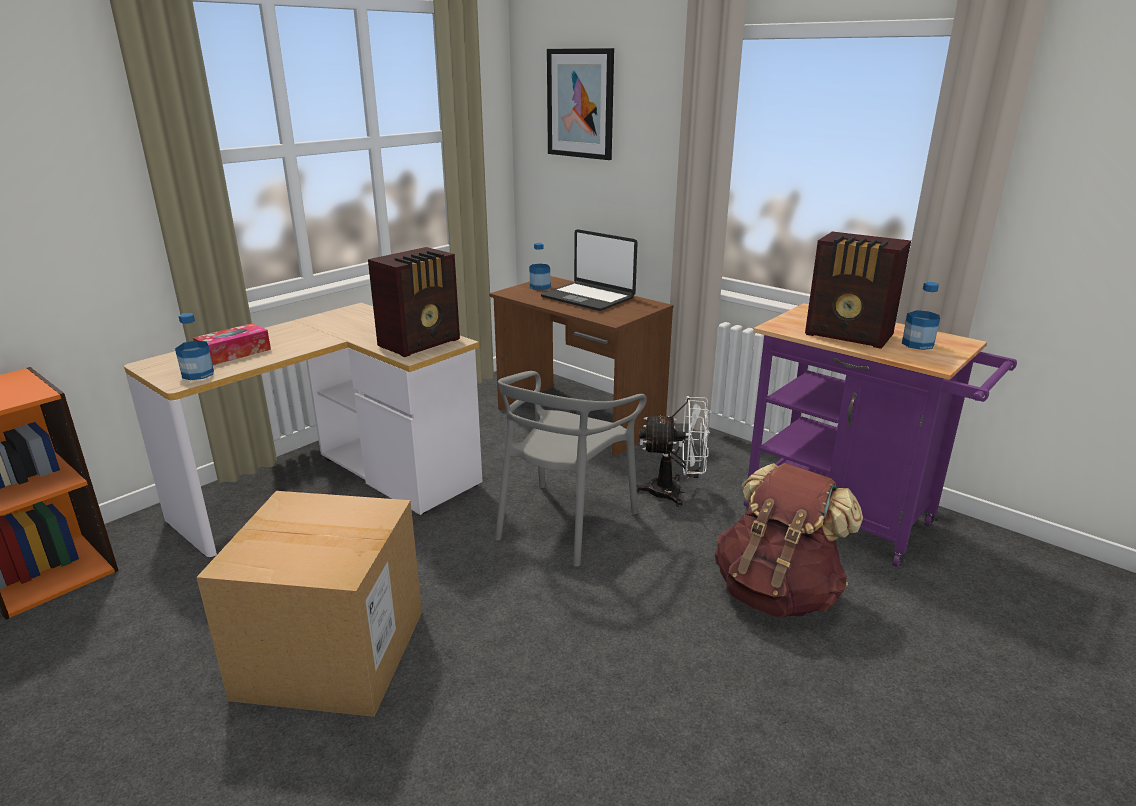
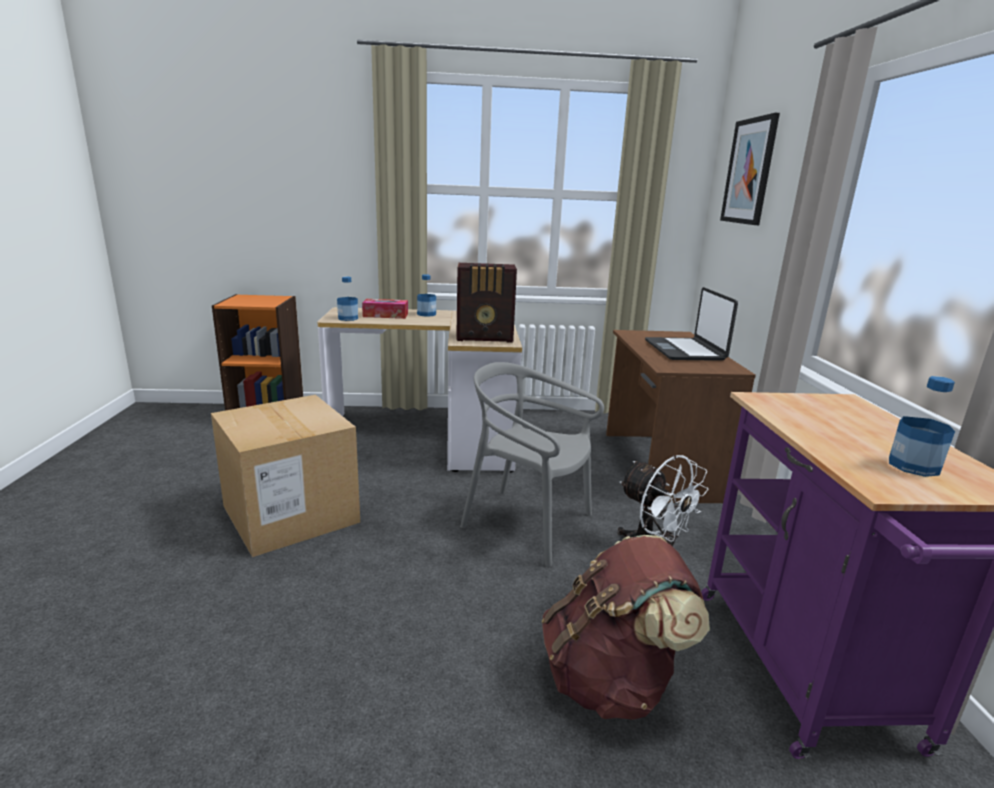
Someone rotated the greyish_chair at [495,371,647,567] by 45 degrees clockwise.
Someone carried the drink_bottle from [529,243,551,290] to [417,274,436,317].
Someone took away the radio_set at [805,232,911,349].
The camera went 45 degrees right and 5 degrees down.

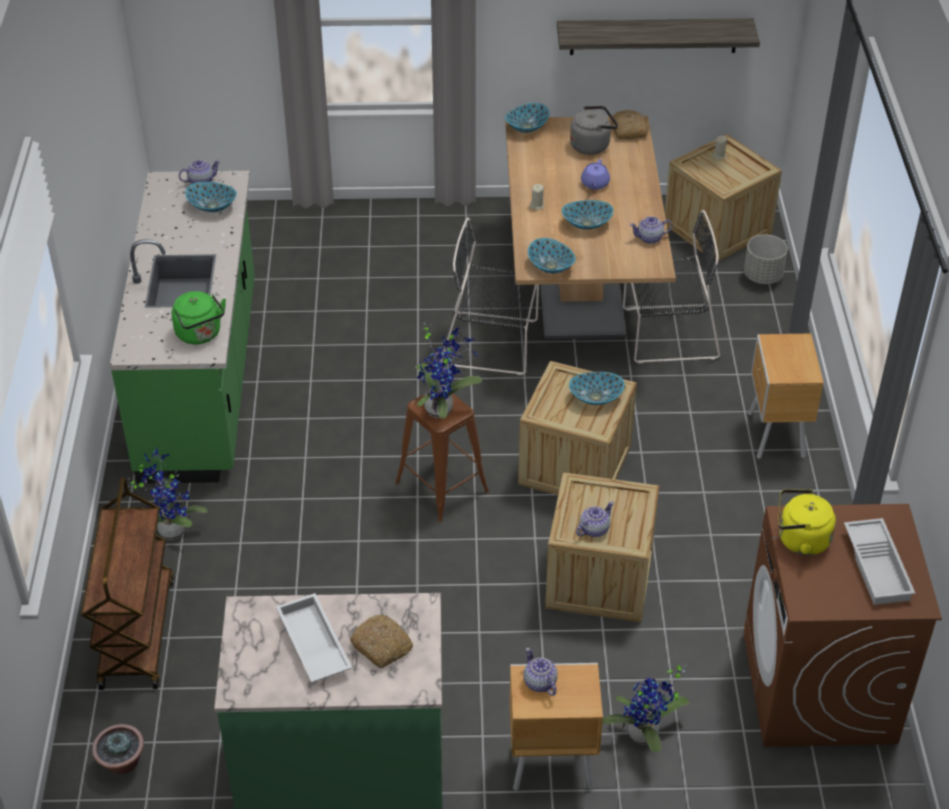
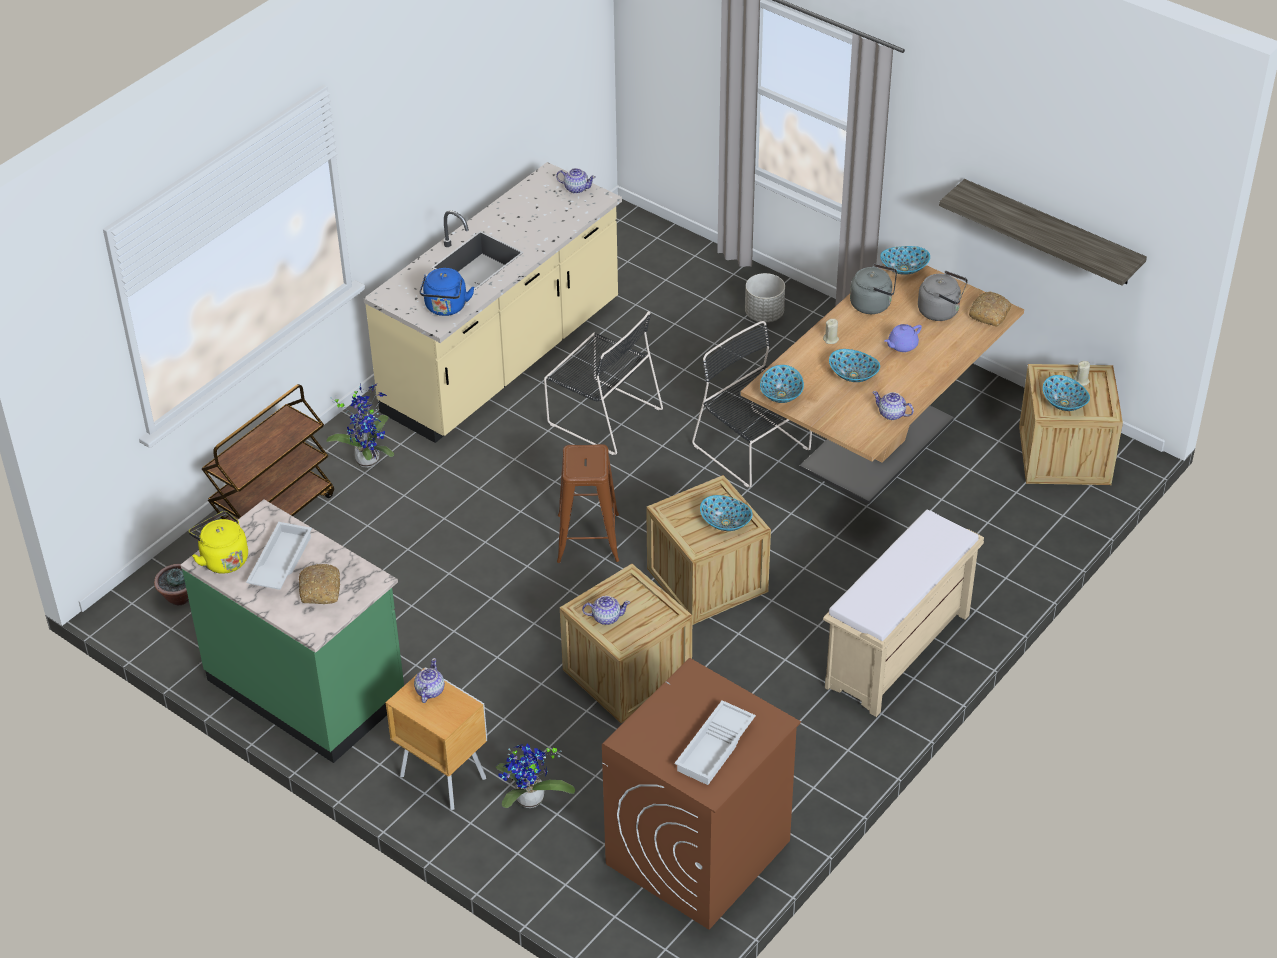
Someone repainted the greenish_counter at [110,171,255,484], which became the sand-coloured_counter at [364,162,622,443].
Someone repainted the greenish_kettle at [172,291,226,344], which became the blue_kettle at [420,268,475,316].
Someone carried the serving_bowl from [185,182,237,212] to [1043,375,1090,411].
Someone took away the plant_in_a_pot at [415,323,482,418].
Someone carried the blackish_chair from [623,210,720,363] to [544,311,663,455].
Someone carried the greyish_flower_pot from [744,234,788,284] to [745,273,785,322].
Someone swapped the brown-coloured_night_table at [748,334,824,459] for the sand-coloured_indoor_bench at [823,509,984,717].
Someone carried the yellowish_kettle from [778,489,836,556] to [189,511,248,574].
Someone put down the greyish_kettle at [850,264,897,314].
The camera went 40 degrees right and 0 degrees up.

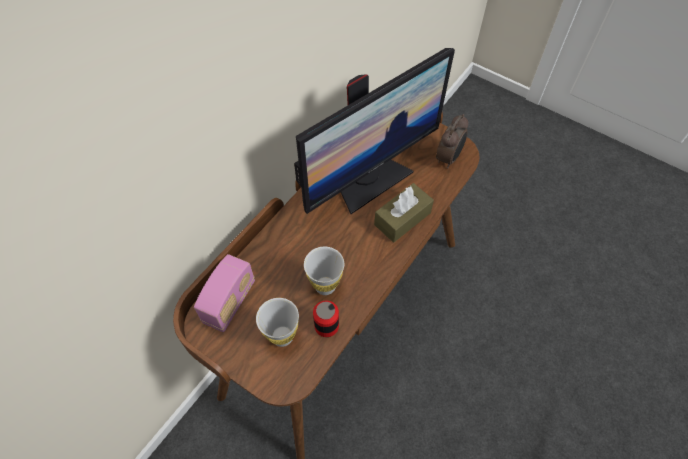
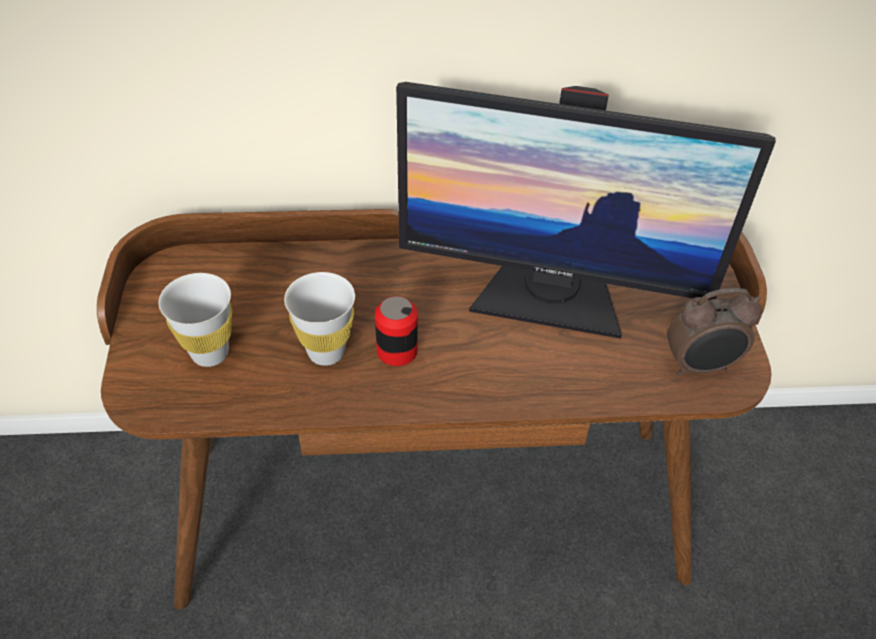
Someone took away the radio_set at [194,254,255,332].
Someone carried the metal_can from [313,301,339,337] to [375,296,418,366].
Someone took away the brown-coloured_box_of_tissues at [374,183,434,242].
The camera went 50 degrees right and 10 degrees down.

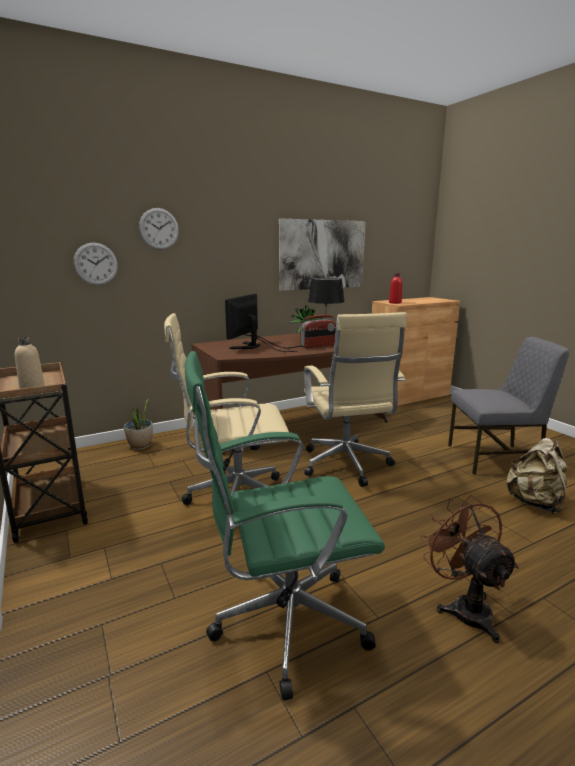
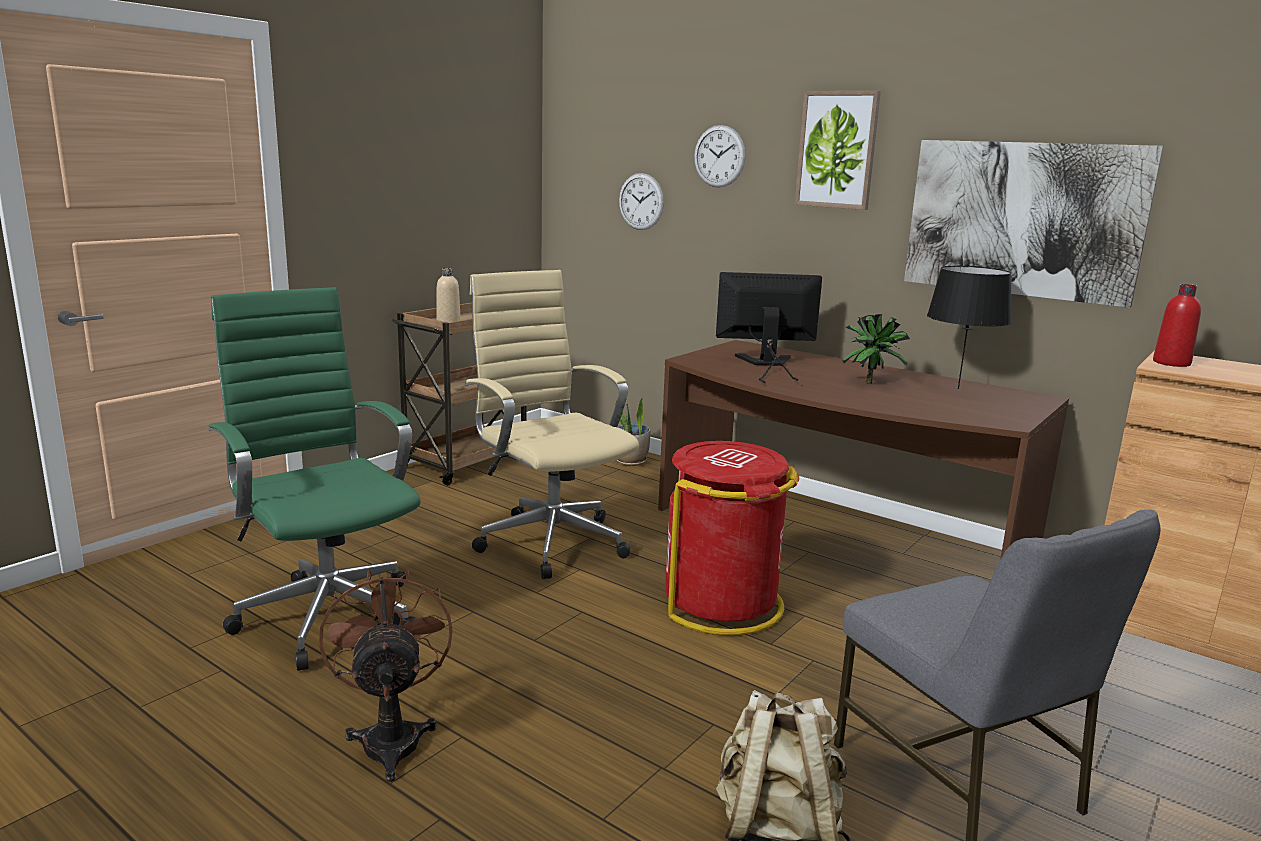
Someone took away the radio_set at [300,315,336,348].
Someone swapped the sand-coloured_desk_chair at [304,312,407,487] for the red-coloured_waste_bin at [665,441,799,636].
Someone rotated the brown-coloured_electric_fan at [420,495,519,643] by 60 degrees counterclockwise.
Someone put up the picture at [795,91,881,210].
The camera went 65 degrees right and 0 degrees up.

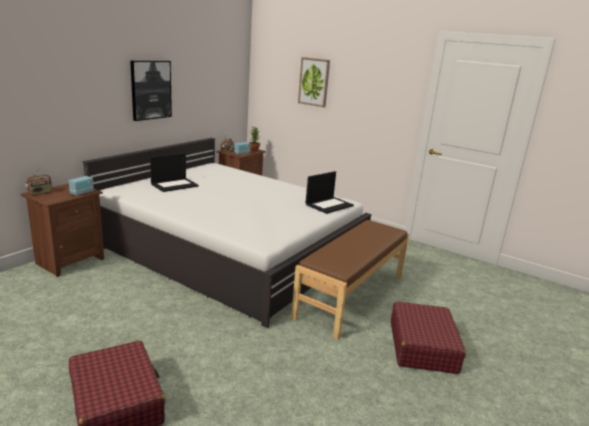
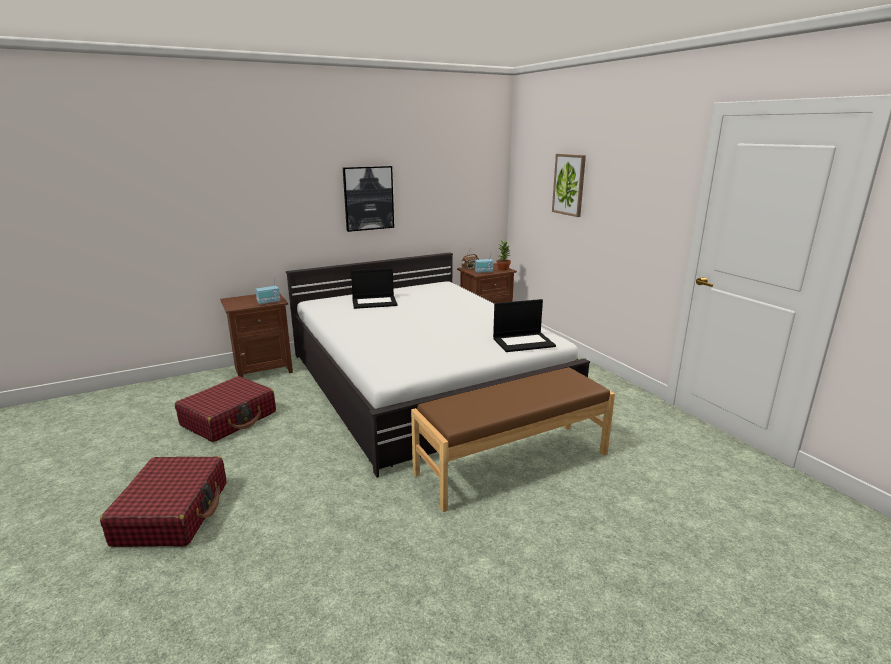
Someone took away the radio_set at [25,169,52,195].
Someone carried the red-coloured_suitcase from [391,301,466,374] to [175,376,276,442].
The camera went 30 degrees right and 0 degrees up.

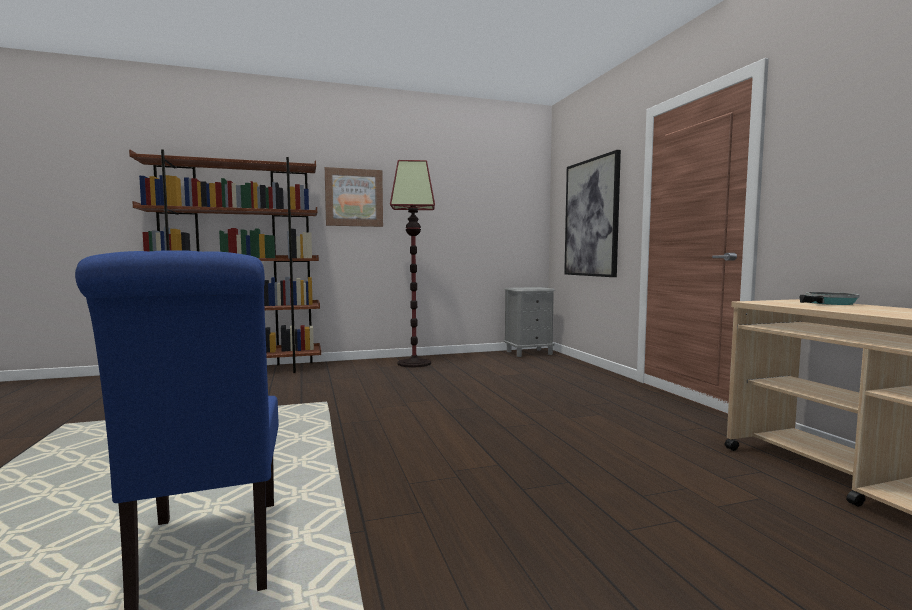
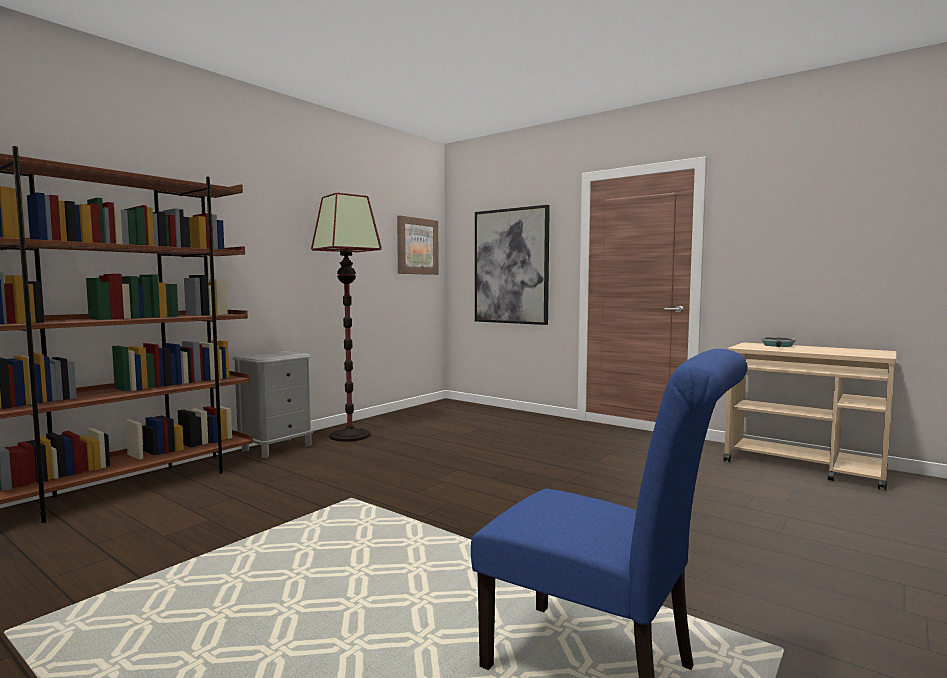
Someone carried the picture from [325,167,383,227] to [397,216,439,275].
Someone carried the greyish_night_table from [504,287,555,357] to [233,351,314,458].
The camera went 35 degrees left and 0 degrees up.

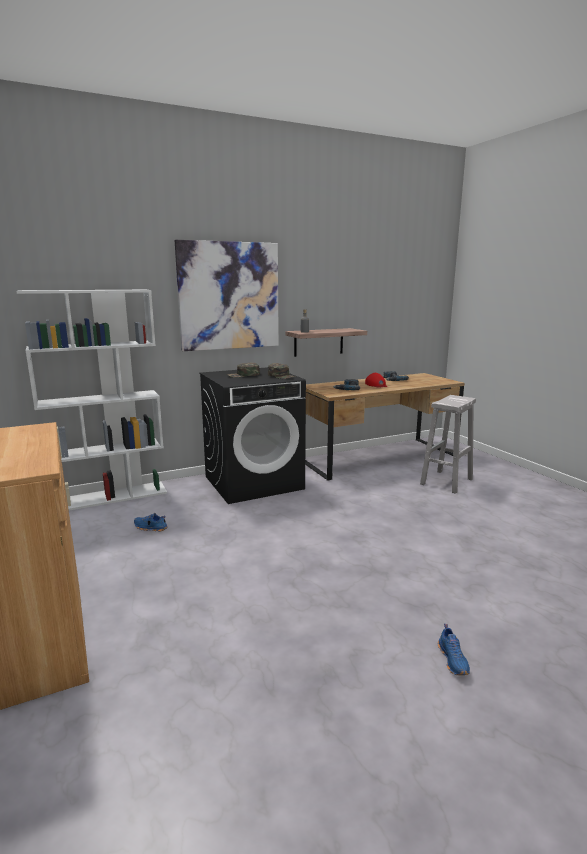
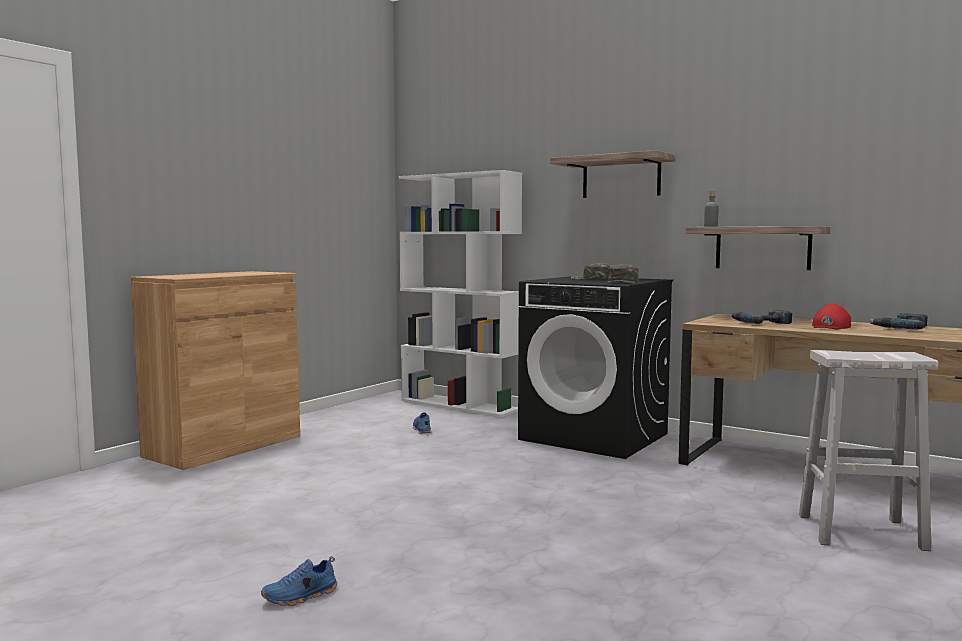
Someone swapped the picture at [175,240,279,351] for the shelf at [550,150,676,198].
The camera went 60 degrees right and 10 degrees down.

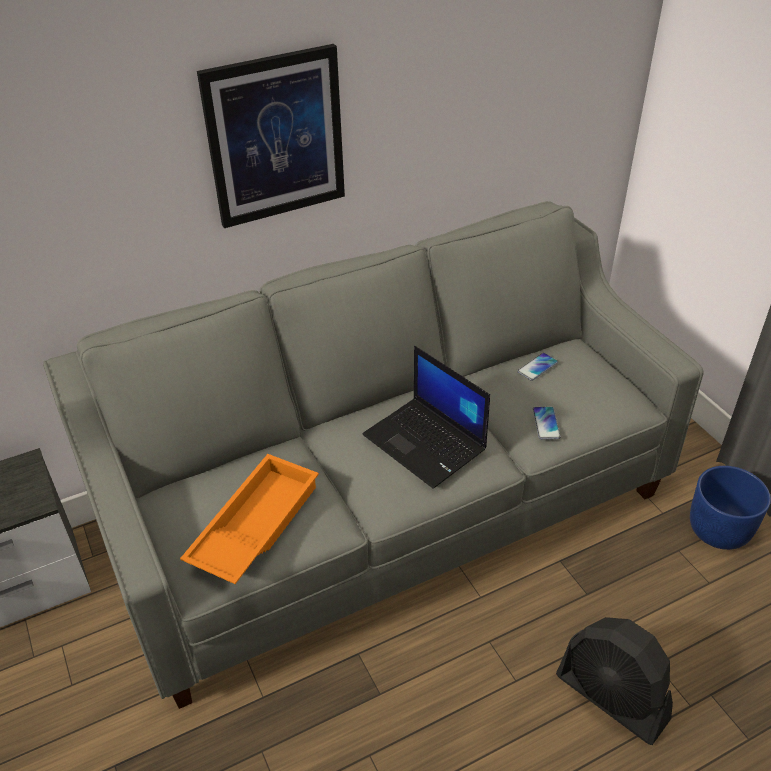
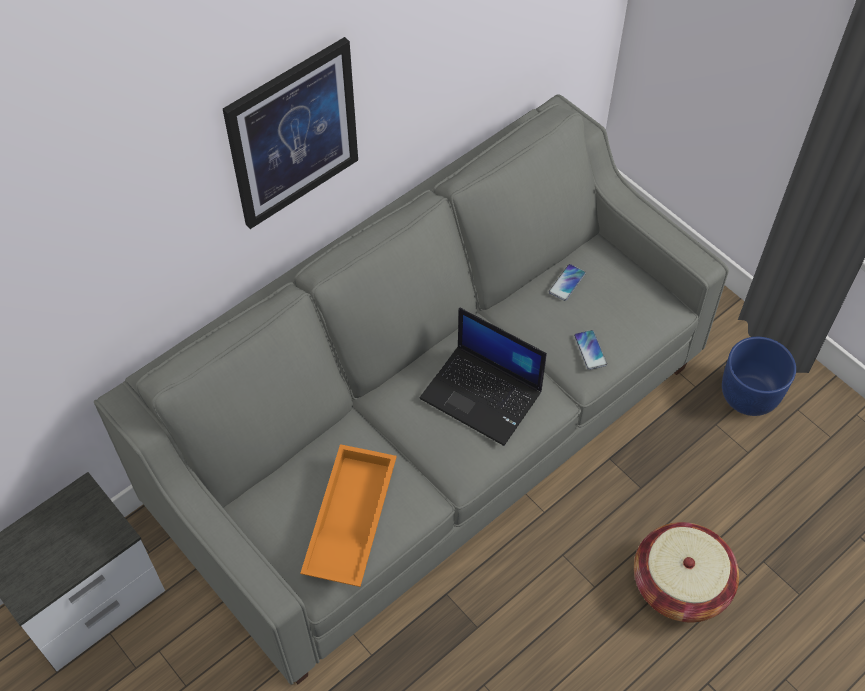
Someone swapped the blackish_electric_fan at [556,617,673,745] for the storage_basket at [634,522,739,622].
The camera went 15 degrees left and 15 degrees up.

